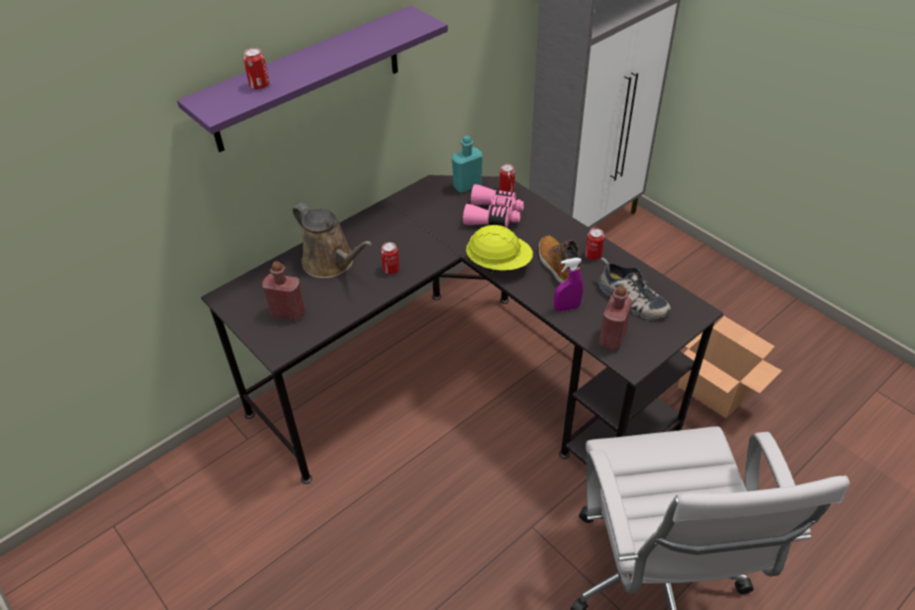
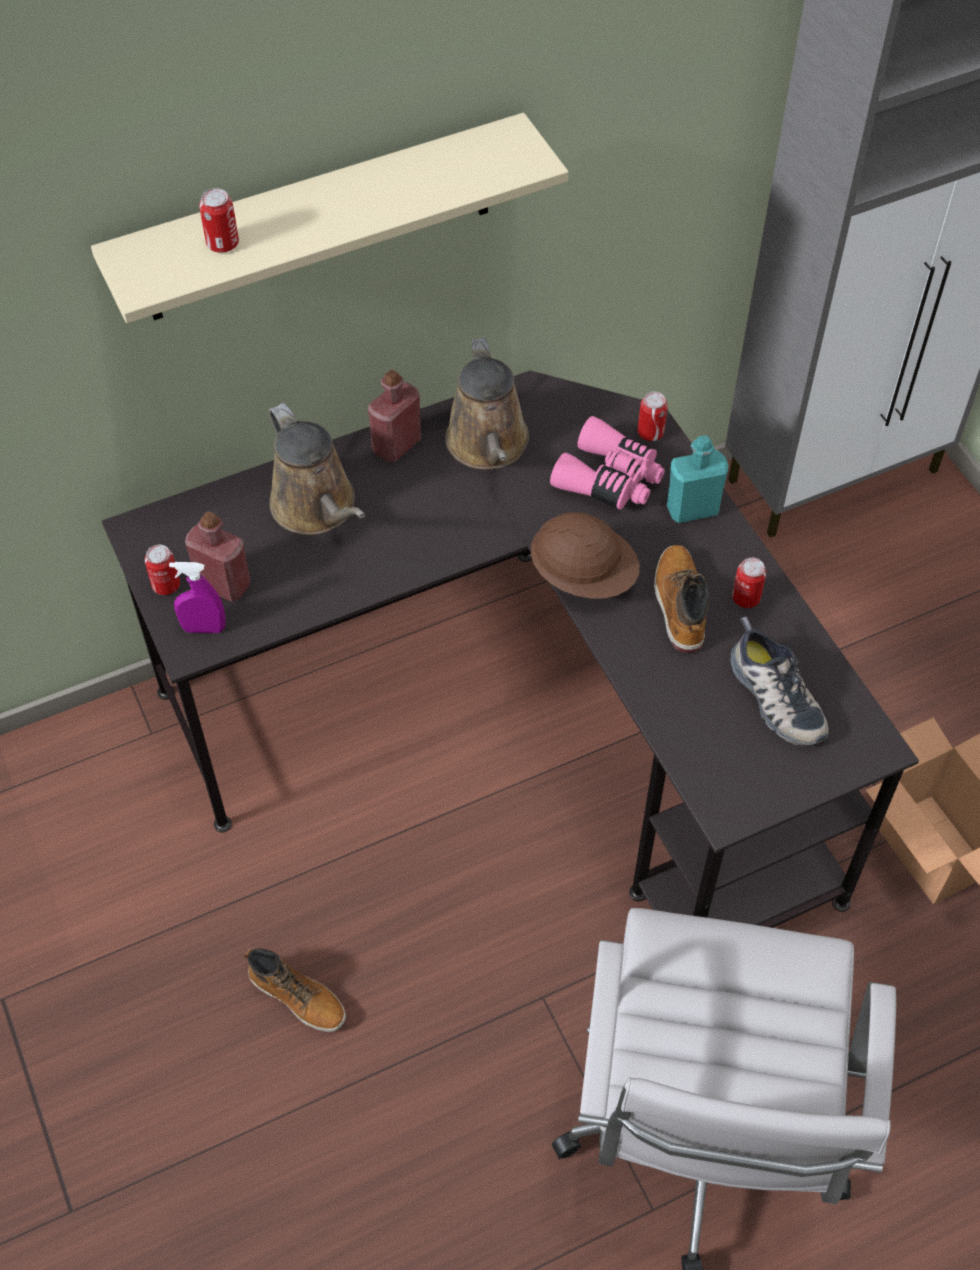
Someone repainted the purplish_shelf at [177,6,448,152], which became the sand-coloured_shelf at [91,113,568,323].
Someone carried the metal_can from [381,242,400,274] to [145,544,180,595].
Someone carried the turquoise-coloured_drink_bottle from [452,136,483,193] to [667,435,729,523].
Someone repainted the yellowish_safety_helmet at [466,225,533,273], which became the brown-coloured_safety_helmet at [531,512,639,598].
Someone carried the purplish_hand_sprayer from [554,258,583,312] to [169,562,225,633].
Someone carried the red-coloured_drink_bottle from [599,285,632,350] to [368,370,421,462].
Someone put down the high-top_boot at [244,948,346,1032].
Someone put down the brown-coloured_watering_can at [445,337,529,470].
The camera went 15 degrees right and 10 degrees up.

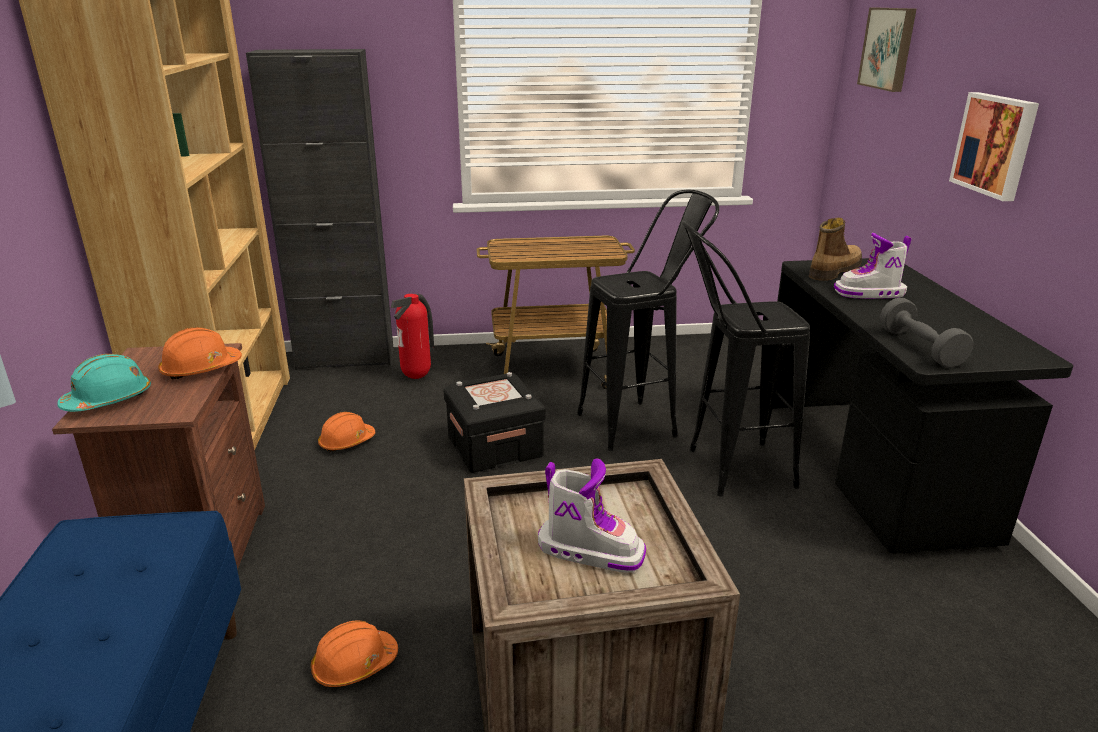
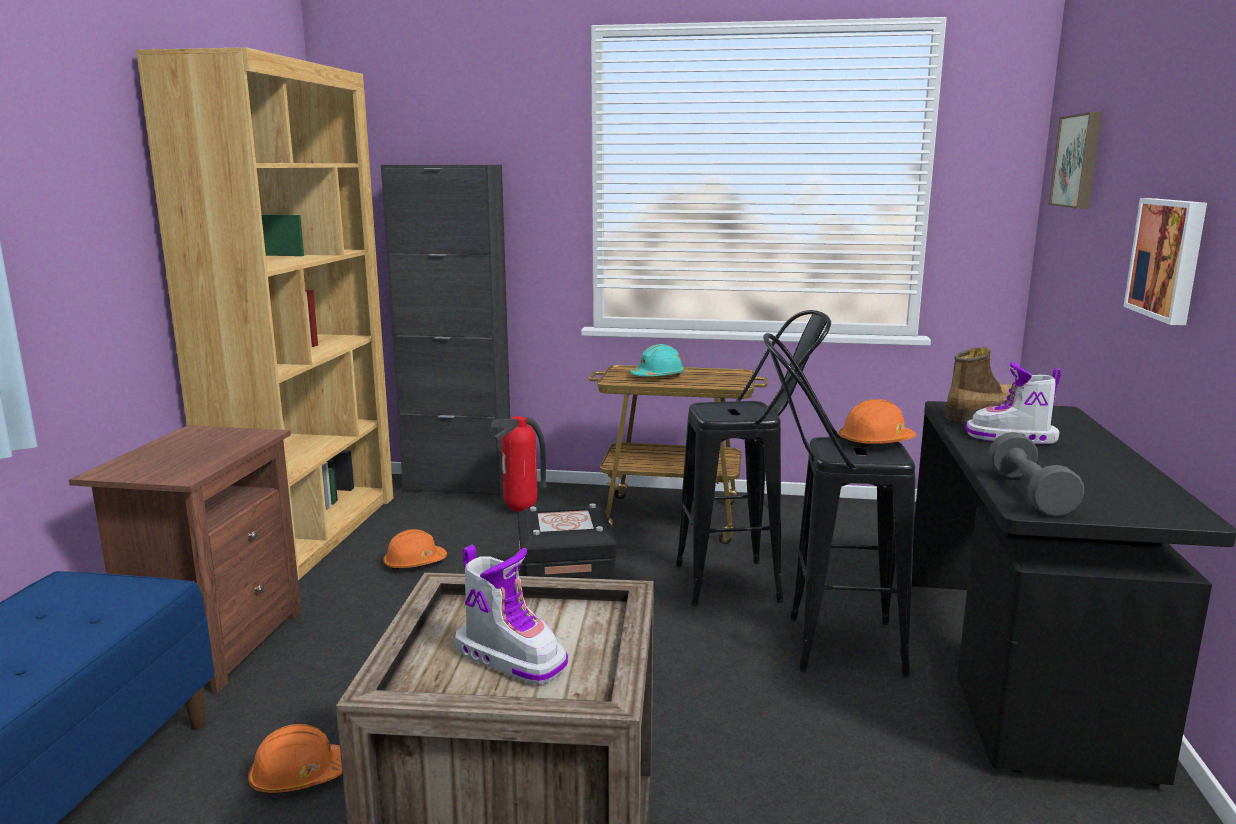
Someone carried the turquoise-coloured_safety_helmet from [57,354,151,412] to [630,344,685,376].
Someone carried the orange_safety_helmet from [158,327,242,380] to [839,399,916,448].
The camera went 15 degrees right and 10 degrees down.

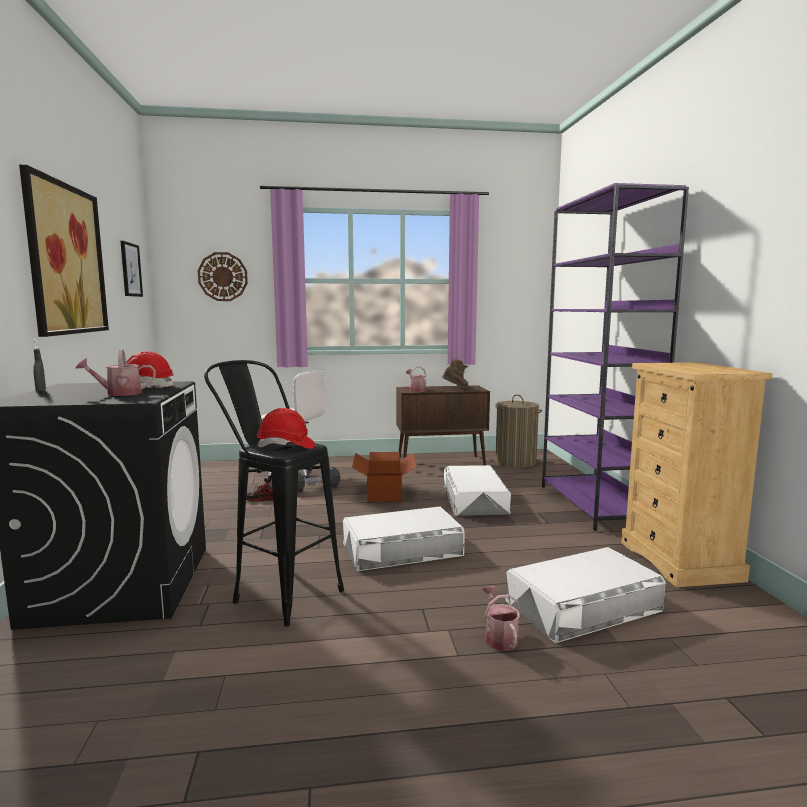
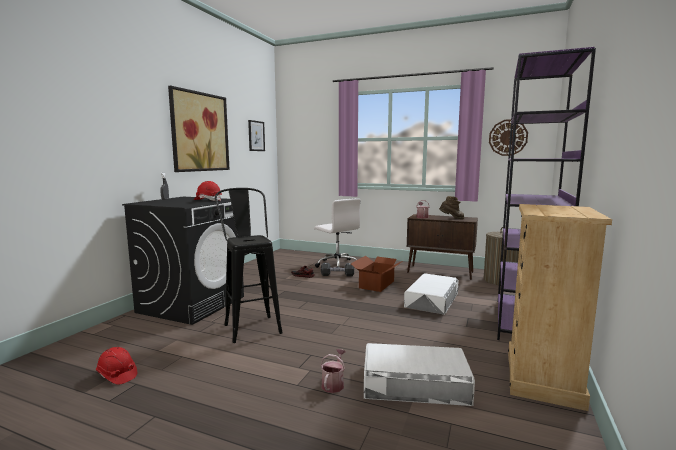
Someone took away the watering_can at [75,349,156,396].
Someone carried the hanging_clock from [198,252,248,301] to [489,119,528,156].
Someone carried the red-coloured_safety_helmet from [257,408,316,449] to [96,347,137,385].
Someone took away the white-coloured_storage_container at [343,507,465,571].
The camera went 30 degrees right and 0 degrees up.

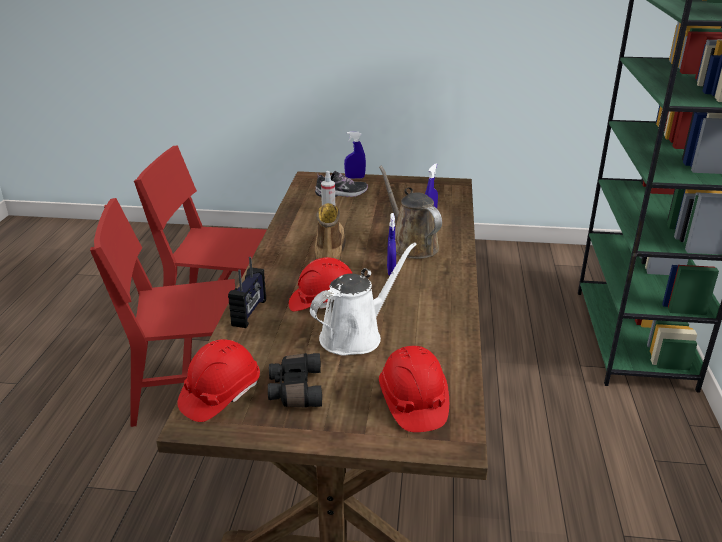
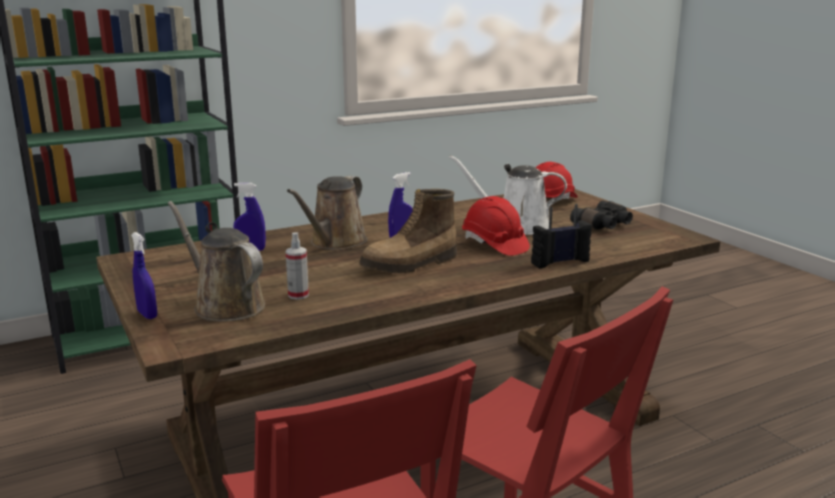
Someone took away the red-coloured_safety_helmet at [177,339,260,422].
Someone swapped the low_shoe at [315,171,368,197] for the brown-coloured_watering_can at [167,201,265,322].
The camera went 125 degrees left and 10 degrees down.

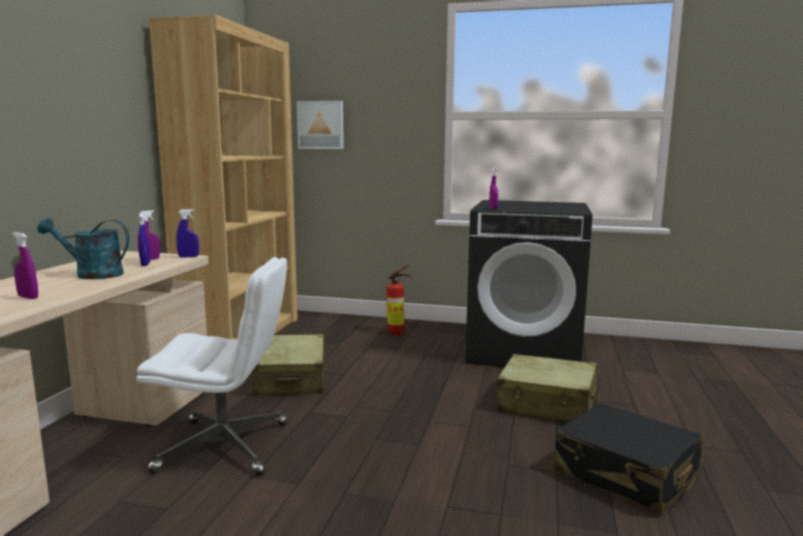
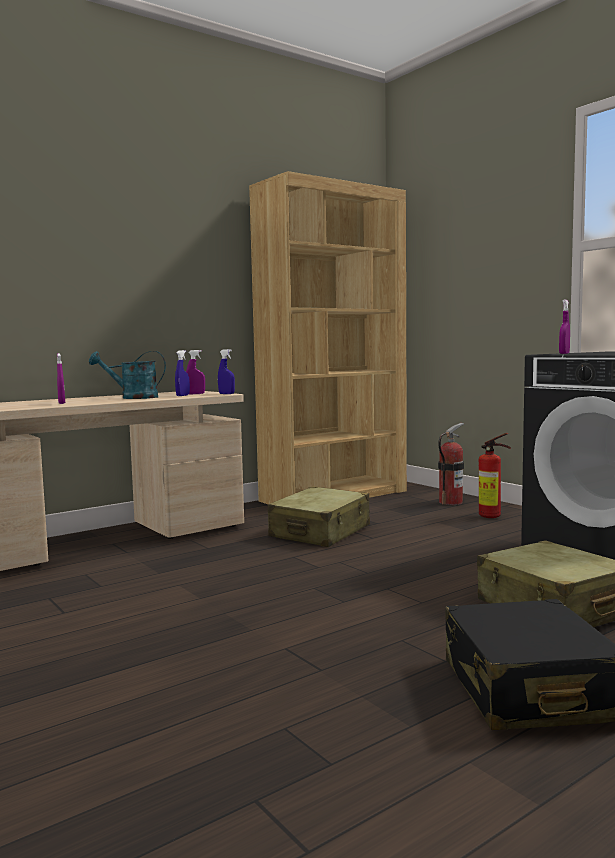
Someone rotated the turquoise-coloured_watering_can at [37,217,130,279] by 45 degrees counterclockwise.
Someone took away the white-coloured_desk_chair at [136,257,288,476].
Someone took away the picture at [297,101,344,149].
Someone put down the fire_extinguisher at [438,423,464,505].
The camera went 40 degrees right and 5 degrees down.

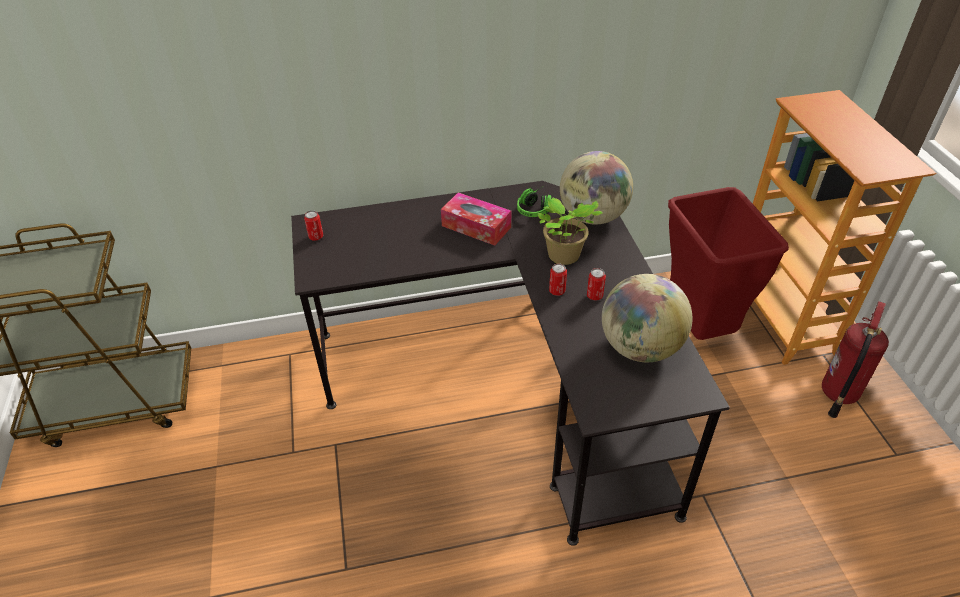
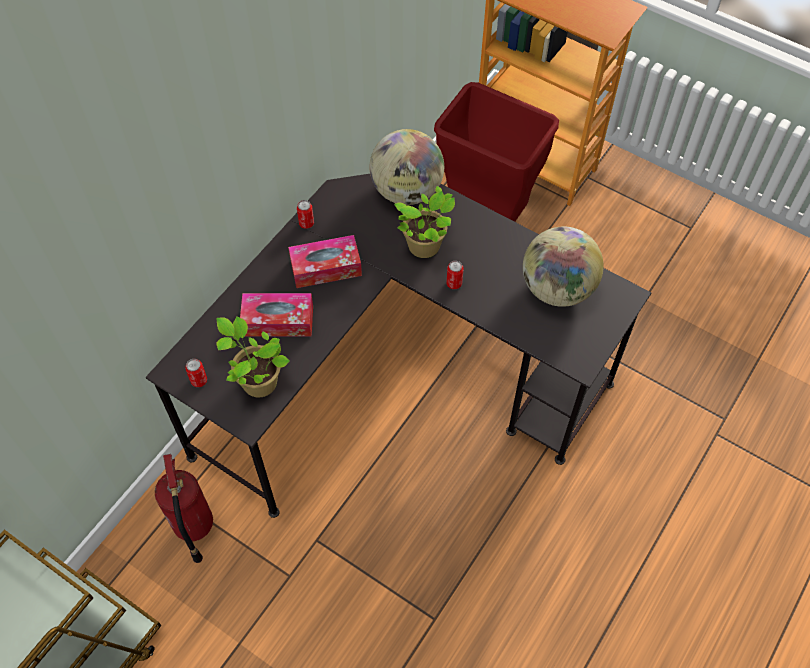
Someone took away the pair_of_headphones at [517,186,552,217].
Someone carried the metal_can from [587,268,606,301] to [297,200,314,229].
Someone carried the fire_extinguisher from [822,301,889,418] to [155,454,213,563].
Someone put down the plant_in_a_pot at [216,317,290,398].
Someone put down the box_of_tissues at [240,293,313,337].
The camera went 45 degrees left and 15 degrees up.

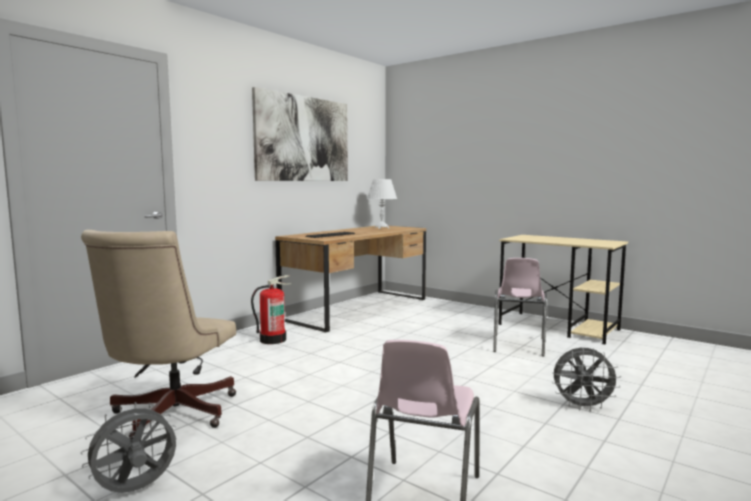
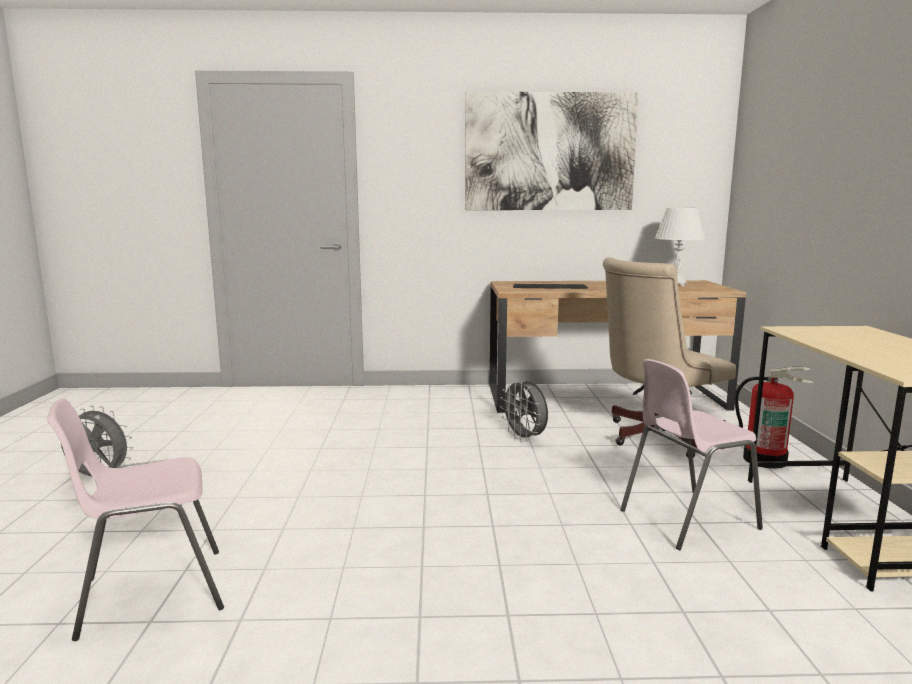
Someone carried the sand-coloured_desk_chair from [81,230,236,439] to [603,257,736,458].
Someone carried the fire_extinguisher from [251,275,292,344] to [735,367,814,469].
Someone carried the greyish_electric_fan from [552,348,621,411] to [500,379,548,442].
The camera went 50 degrees right and 5 degrees up.

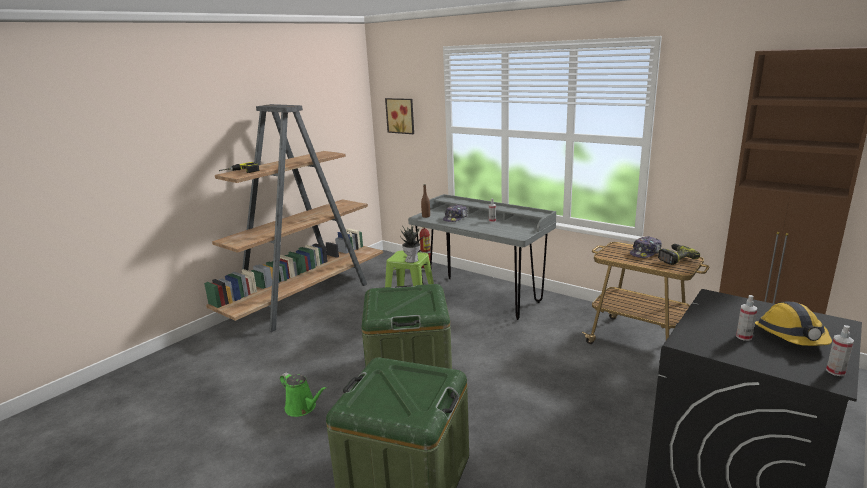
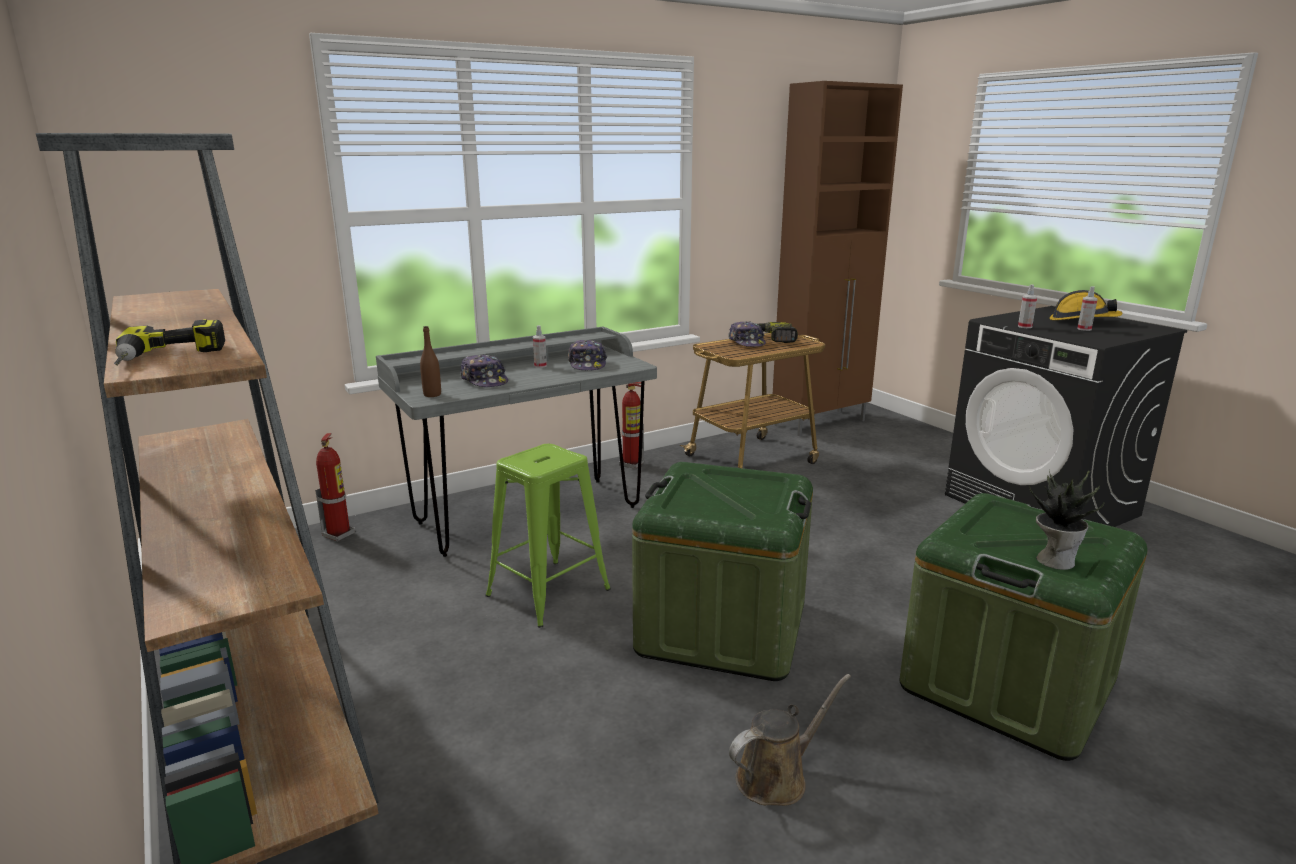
Someone repainted the greenish_watering_can at [280,373,327,417], which became the brown-coloured_watering_can at [729,674,851,806].
Someone took away the picture at [385,98,414,134].
Someone carried the plant_in_a_pot from [400,226,426,263] to [1029,470,1104,570].
Someone carried the hand_sprayer from [826,325,854,376] to [1018,284,1037,328].
Someone put down the peaked_cap at [568,340,607,370].
Someone put down the fire_extinguisher at [619,382,644,469].
The camera went 70 degrees left and 0 degrees up.

